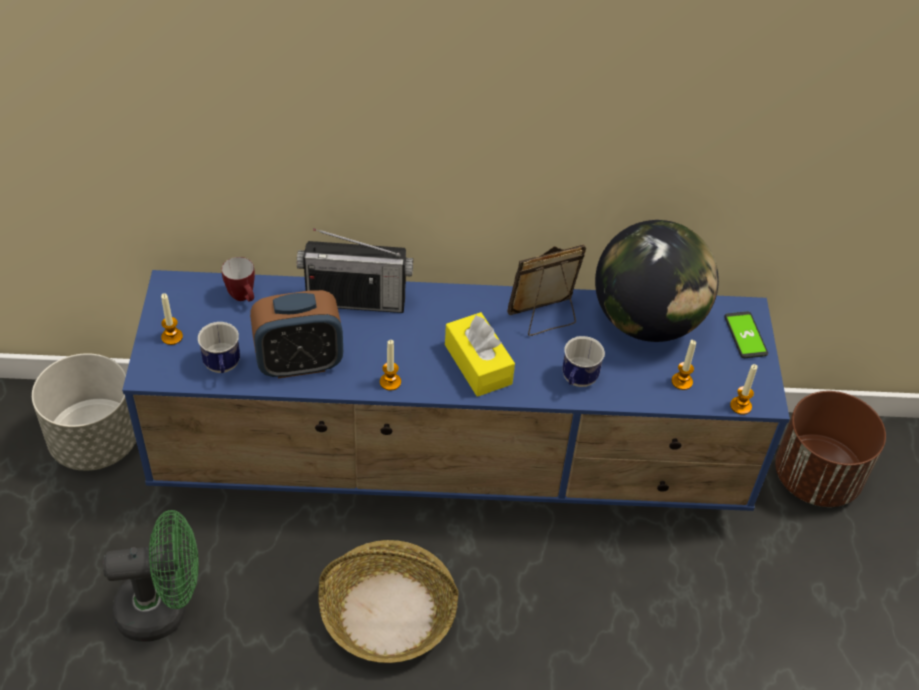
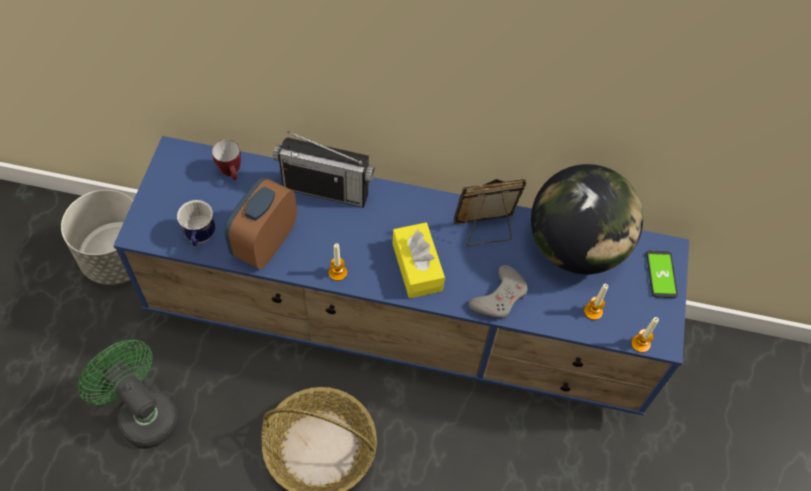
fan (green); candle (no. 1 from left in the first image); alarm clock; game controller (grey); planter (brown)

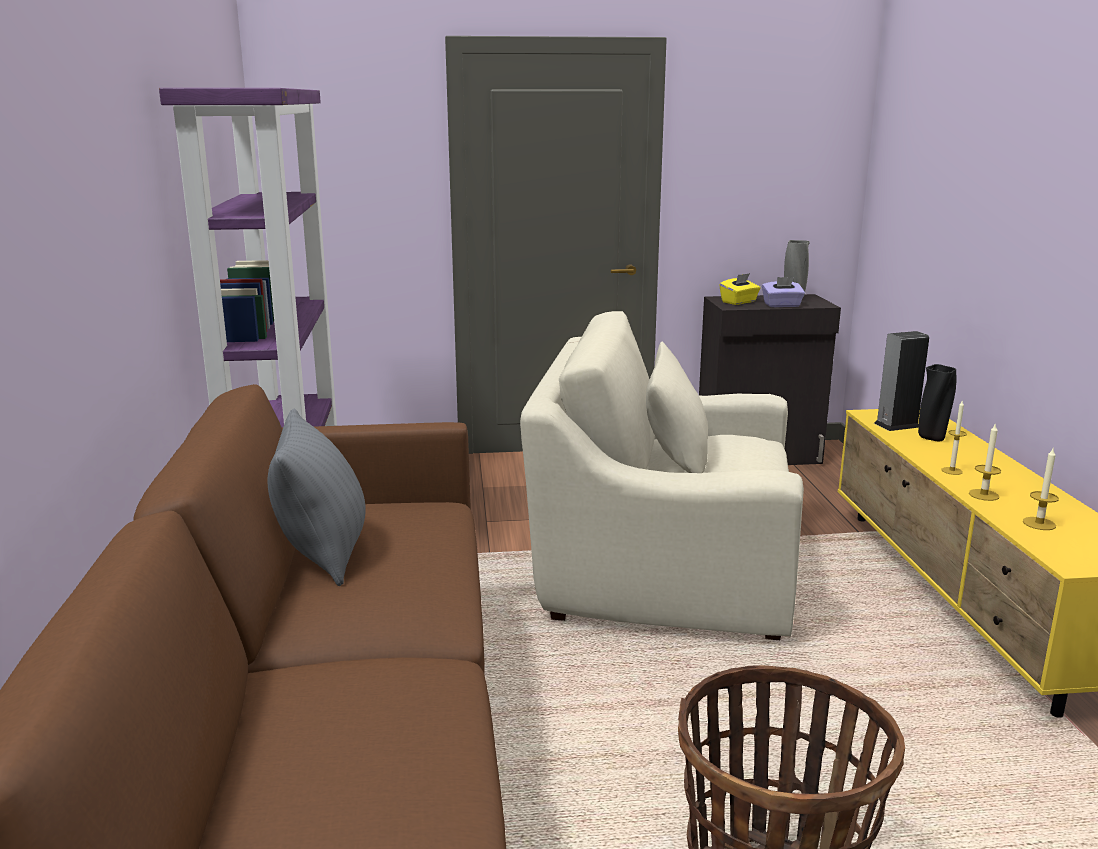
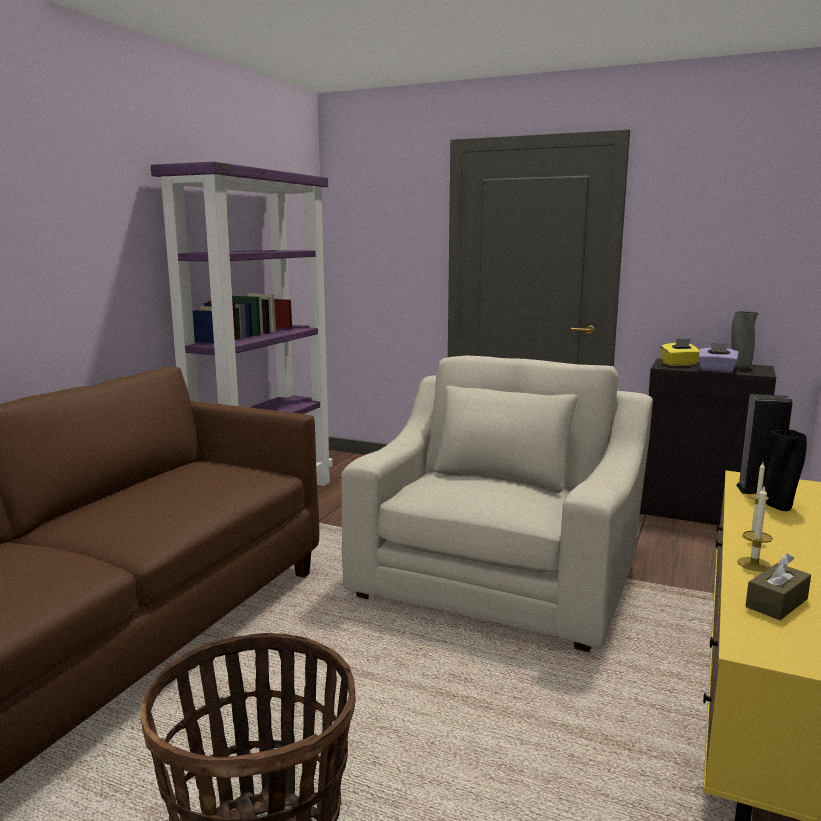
pillow (grey); armchair (beige); tissue box (brown)

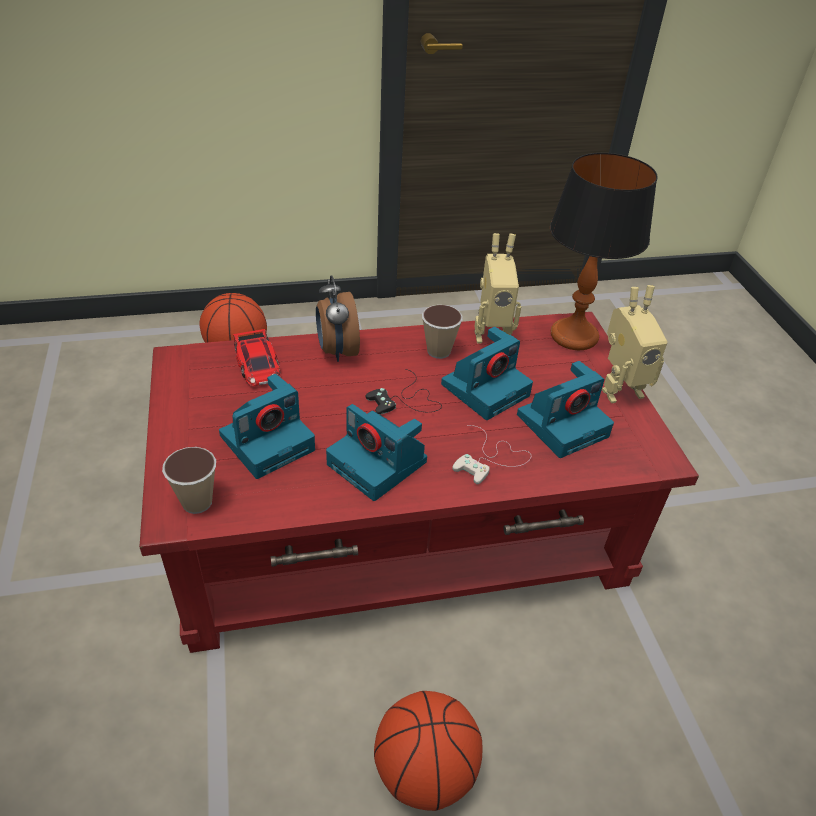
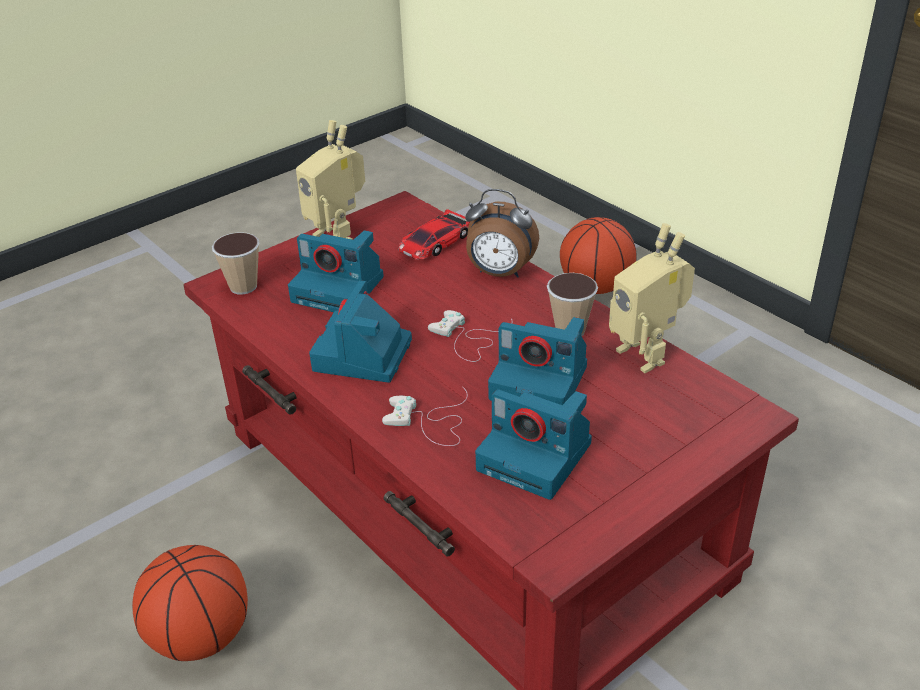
alarm clock; game controller (white) (no. 2 from left); table lamp; toy robot (no. 1 from left)

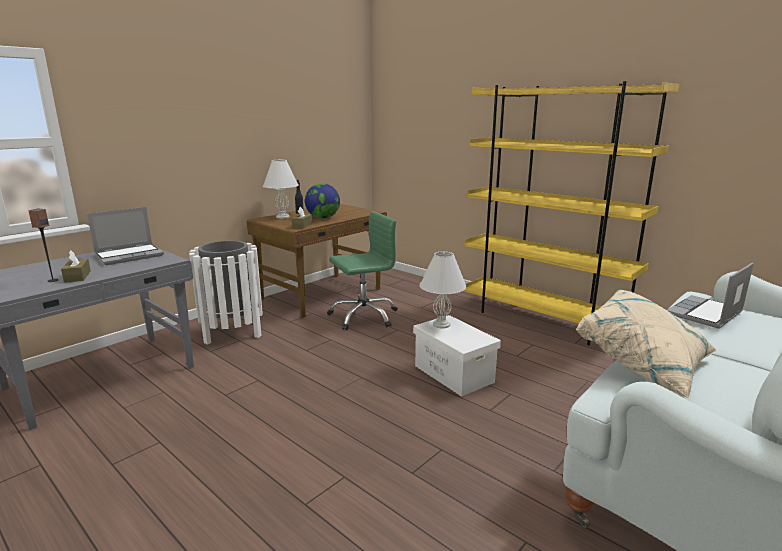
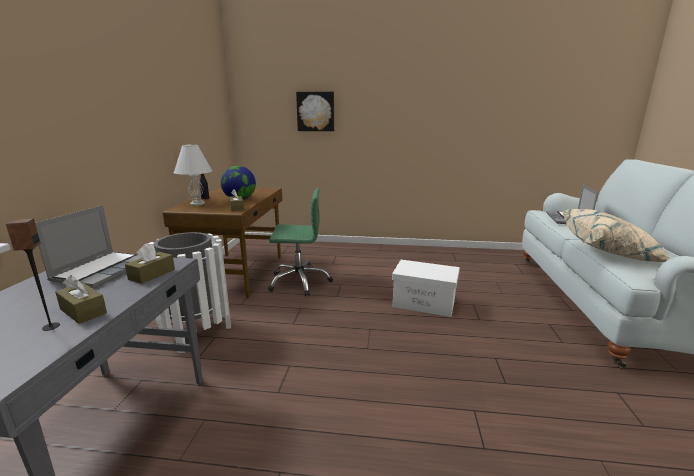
office chair (green); table lamp (white) (no. 2 from left in the first image); bookcase (yellow); tissue box (brown) (no. 2 from left); picture

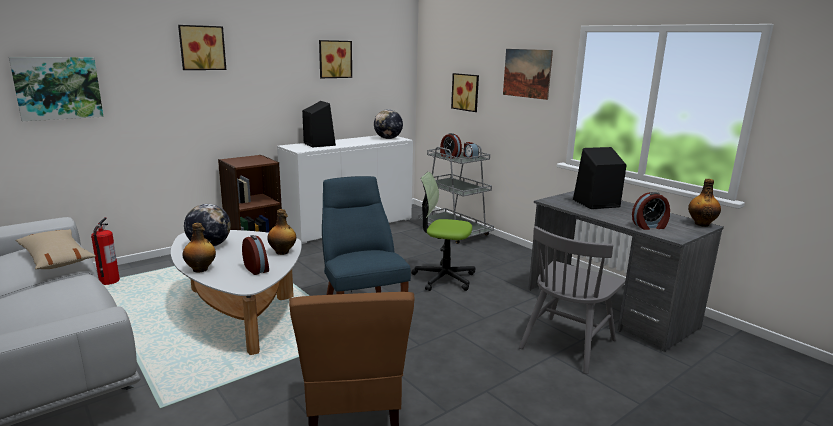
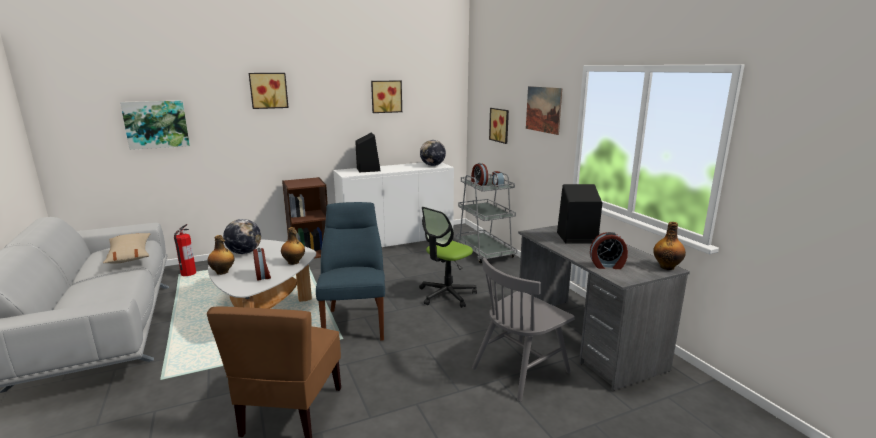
office chair

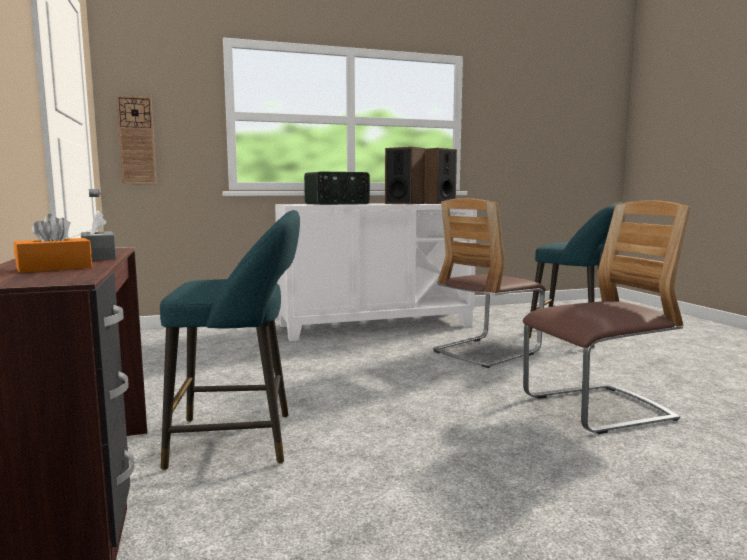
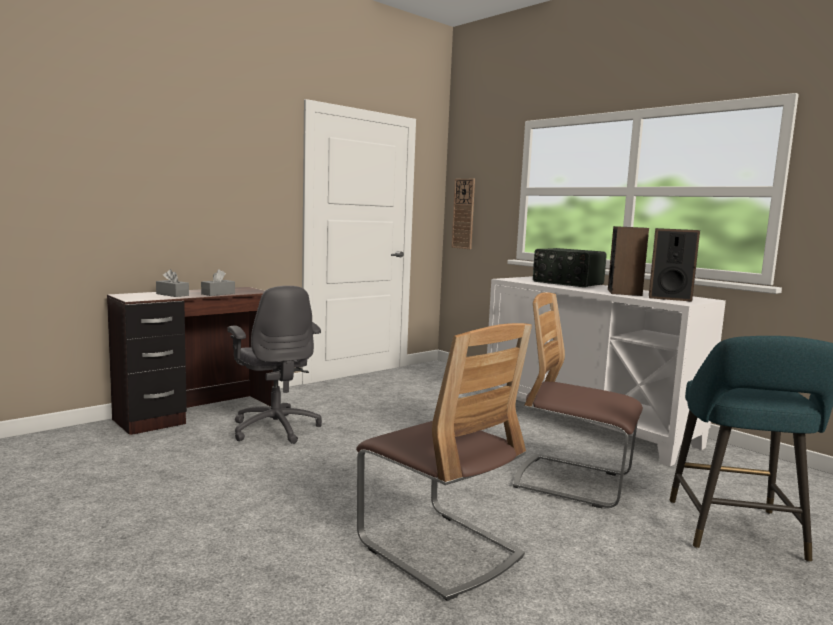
tissue box (grey) (no. 1 from left); office chair (grey)

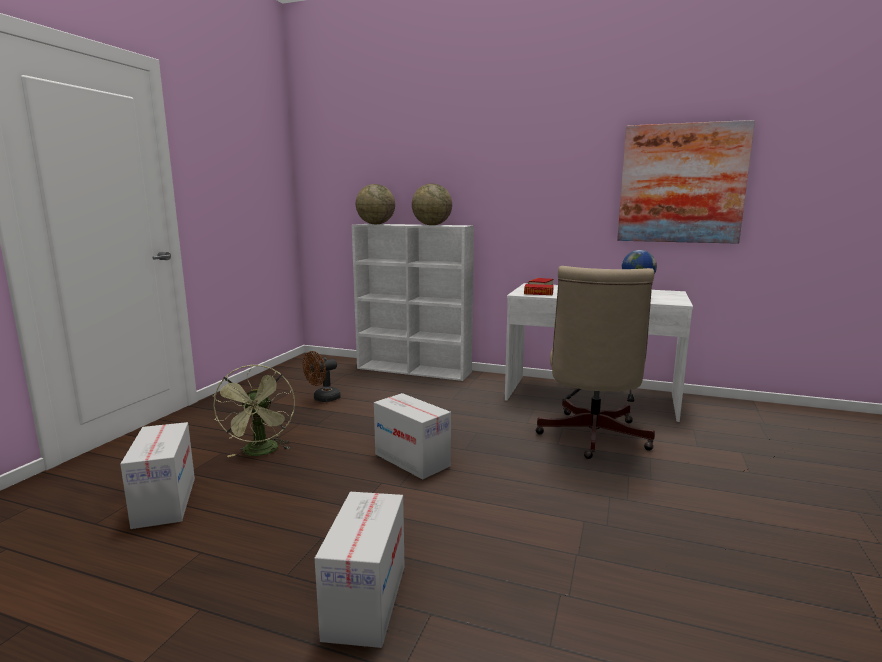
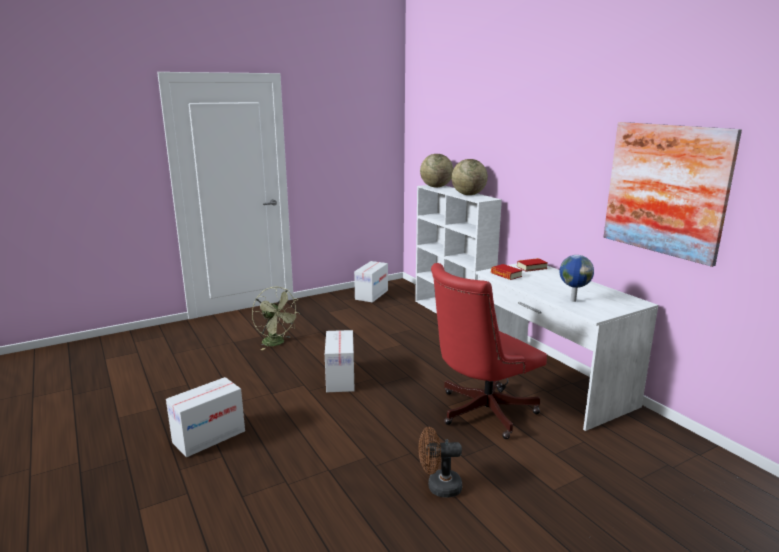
cardboard box (no. 3 from left); fan (green); fan (brown); office chair (red)

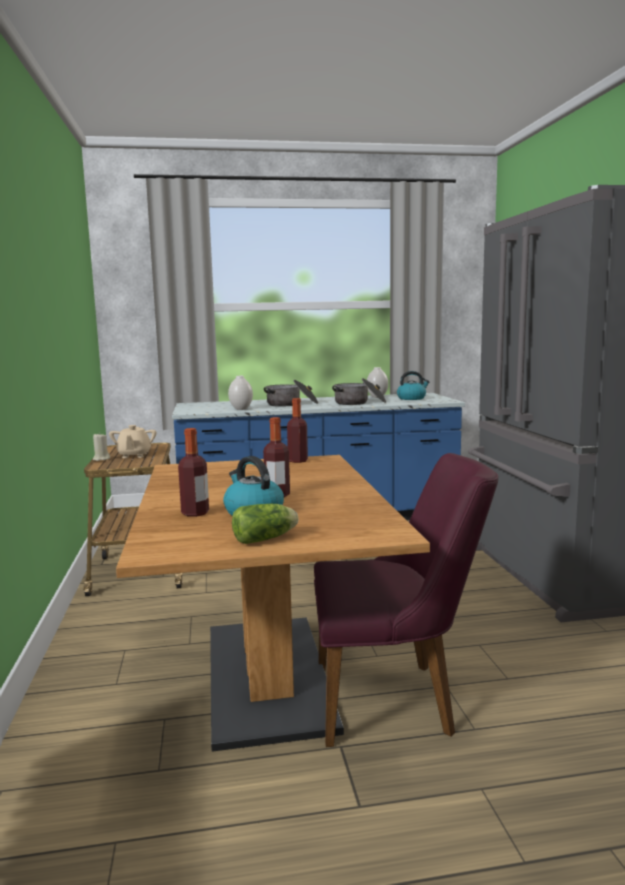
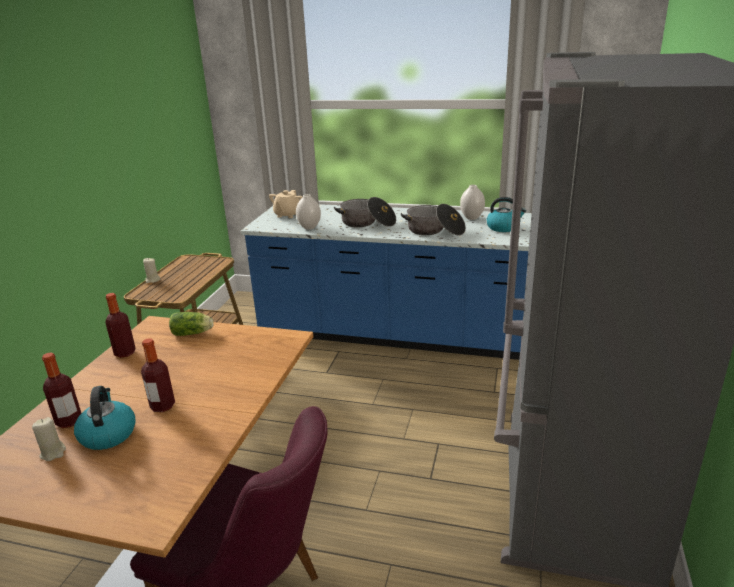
teapot (beige); lettuce; bottle (no. 2 from left); candle (beige) (no. 1 from left)

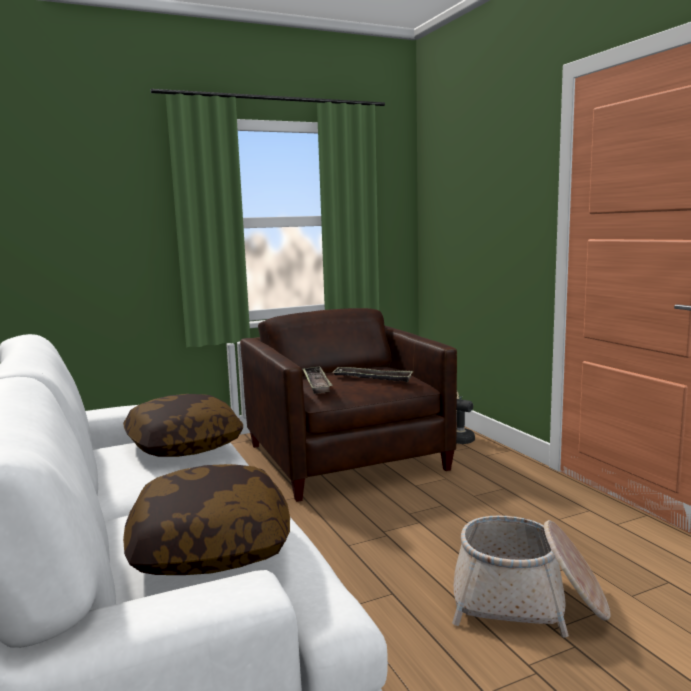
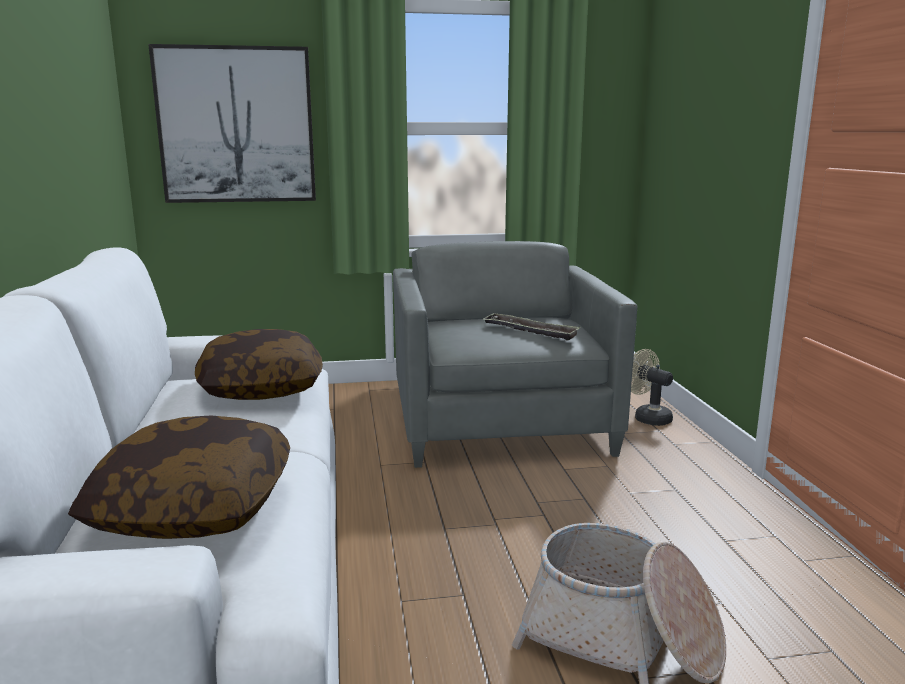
armchair (grey); tray (no. 1 from left in the first image); picture

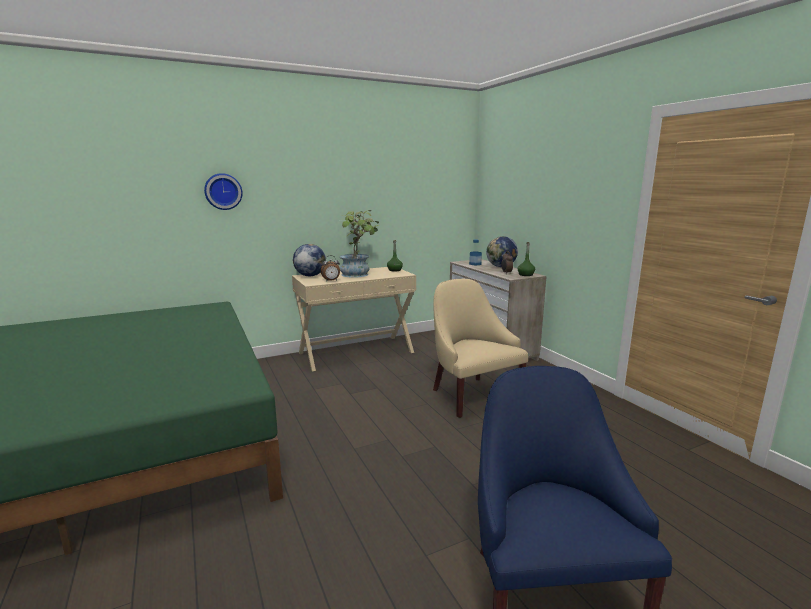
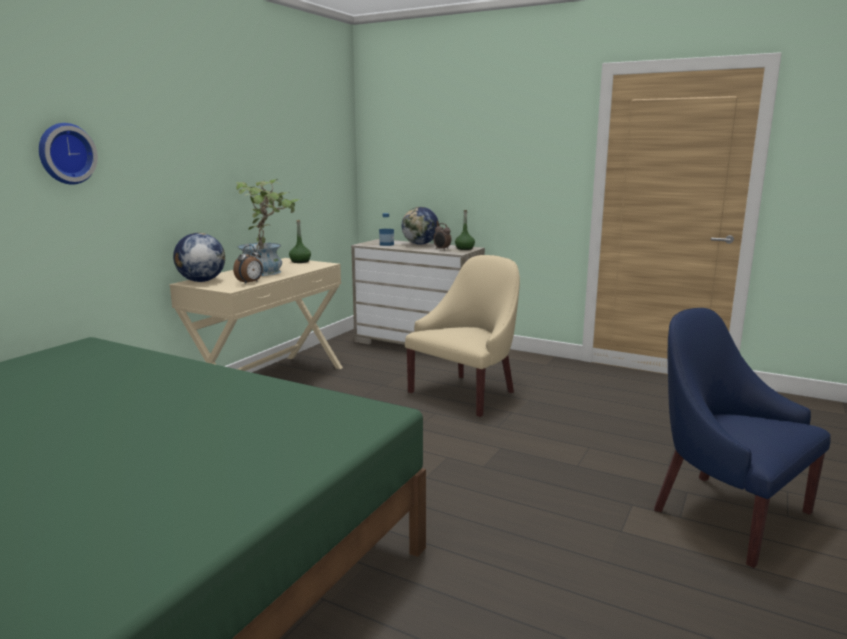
armchair (beige)

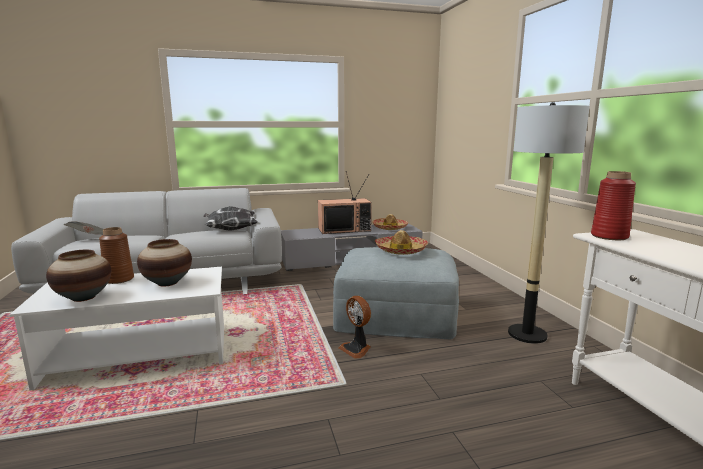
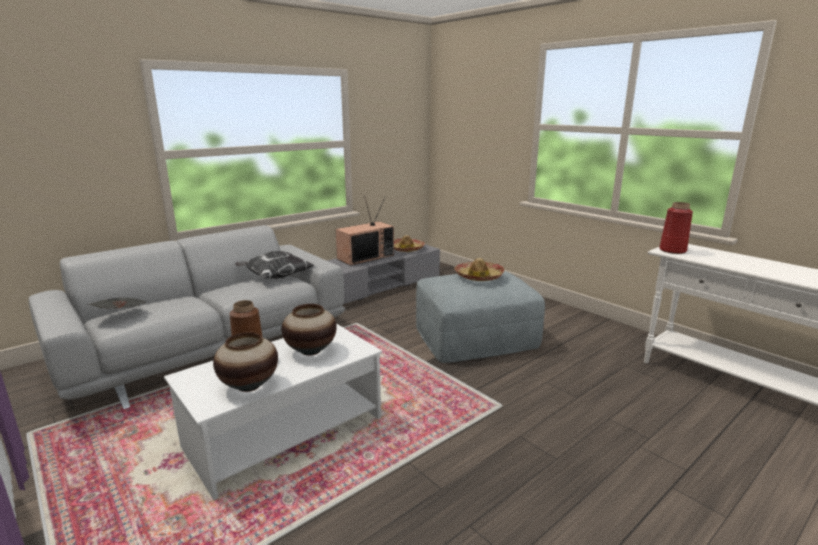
fan; floor lamp

